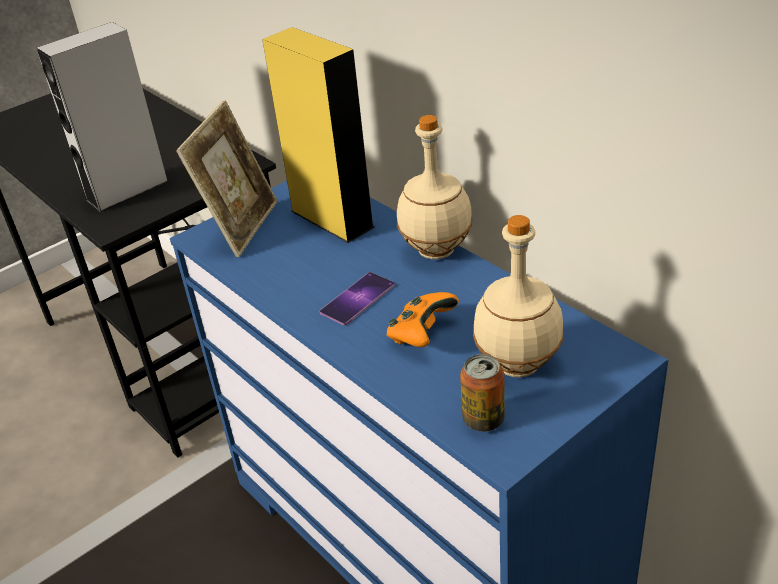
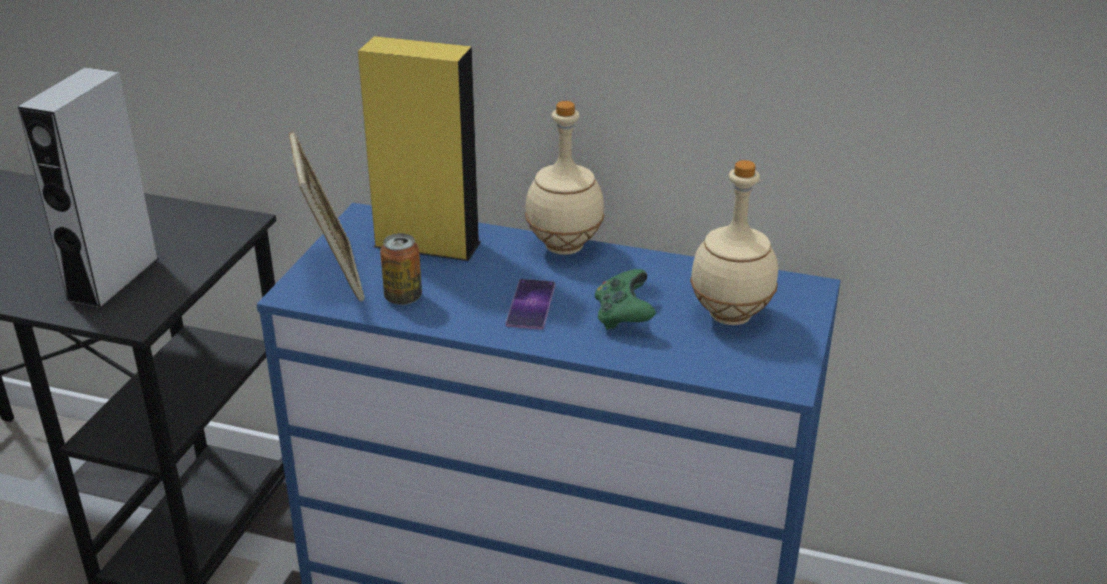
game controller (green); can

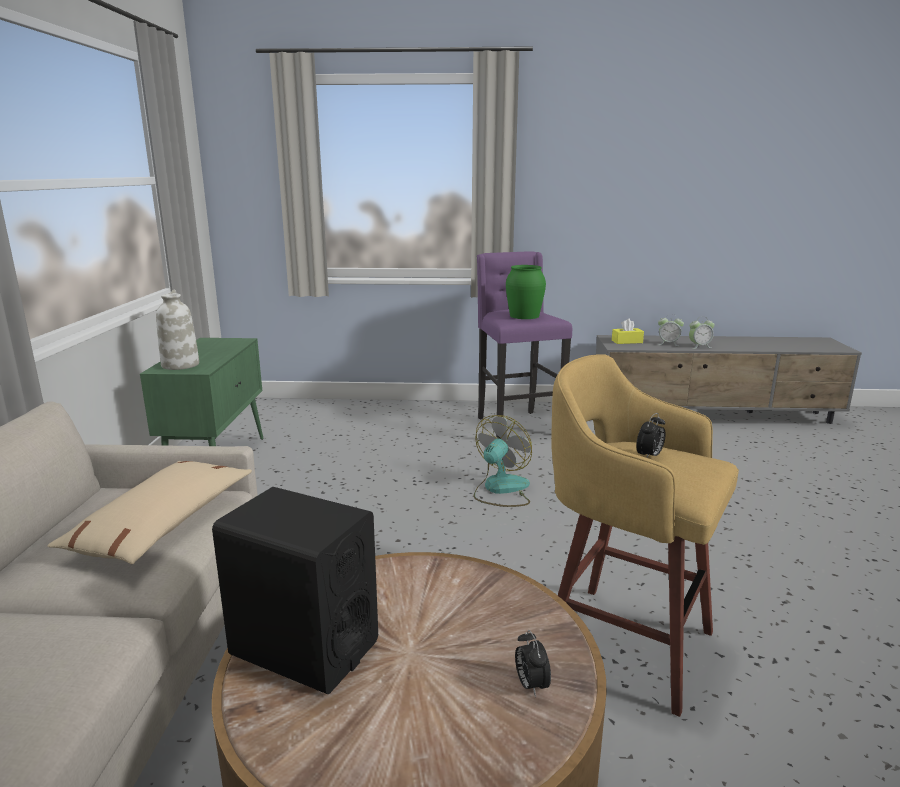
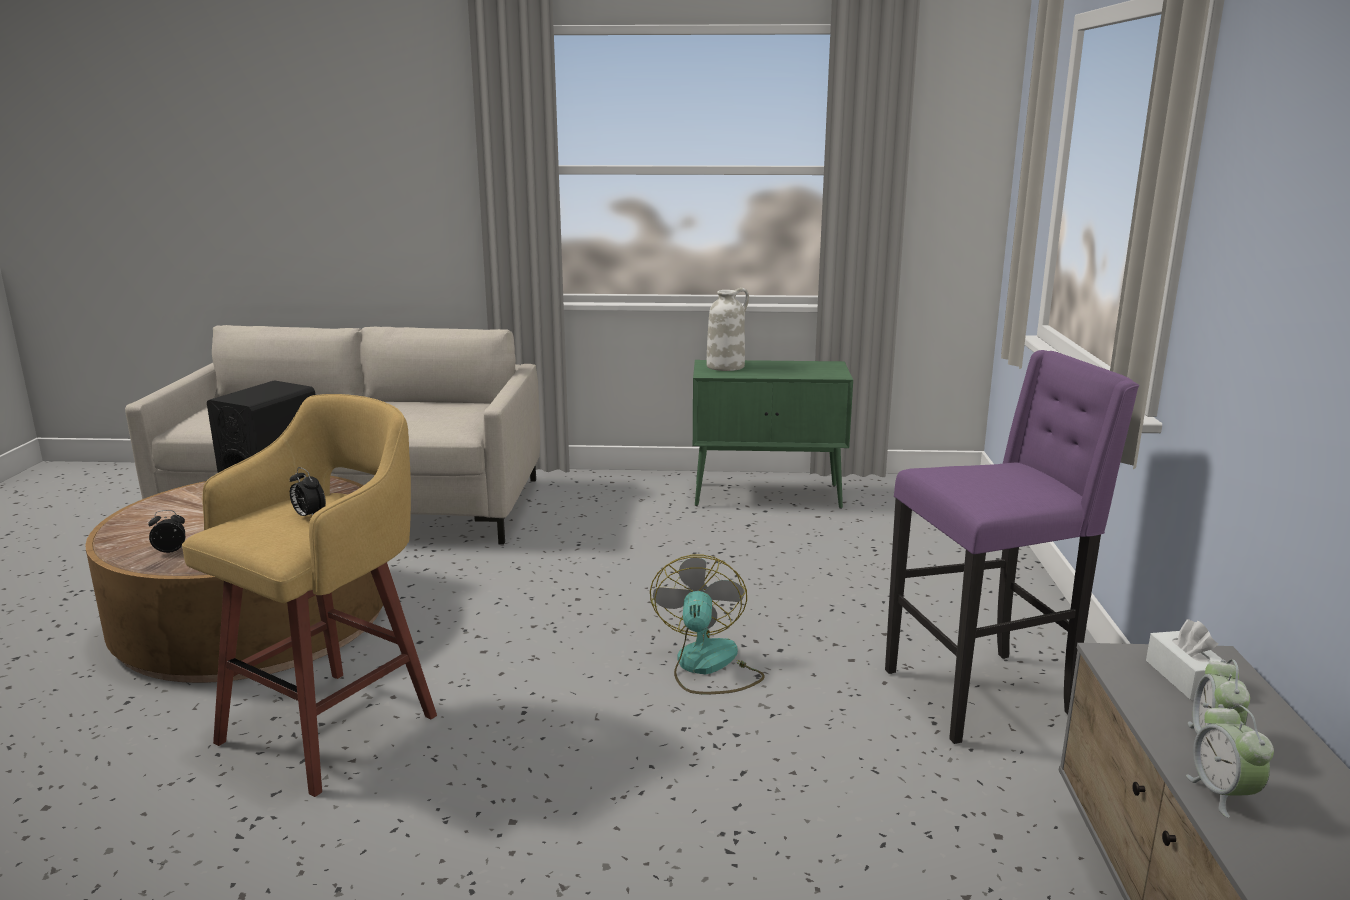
pillow (beige); fan; vase (green); tissue box (white)

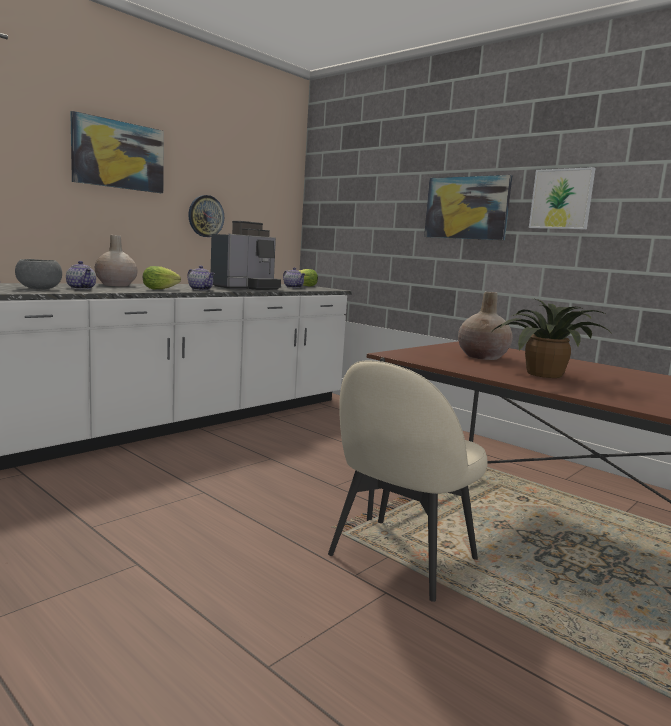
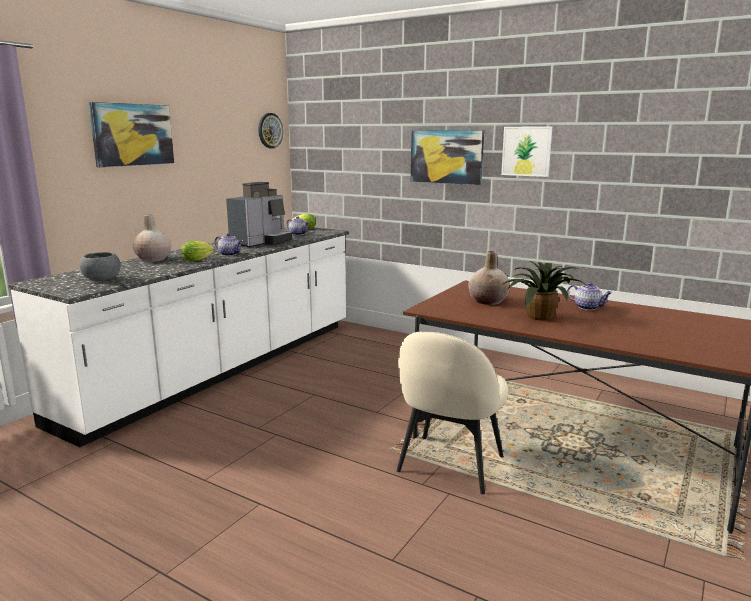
teapot (no. 3 from left); wall clock

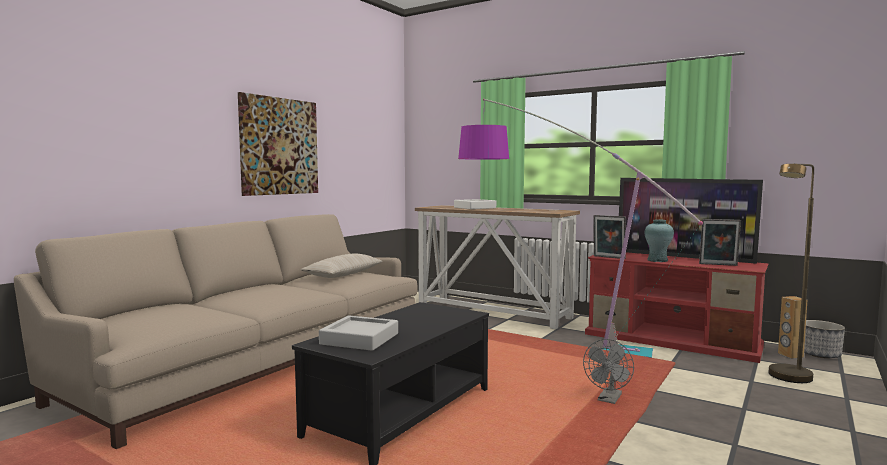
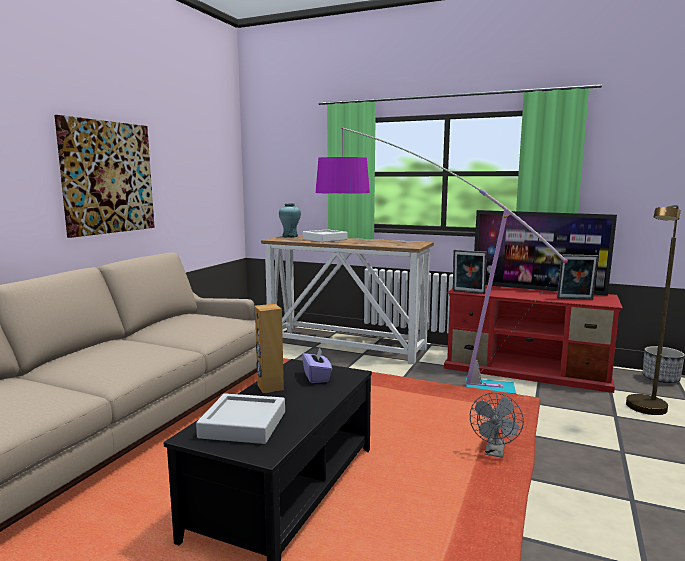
pillow (beige); vase (turquoise); speaker (brown); tissue box (purple)

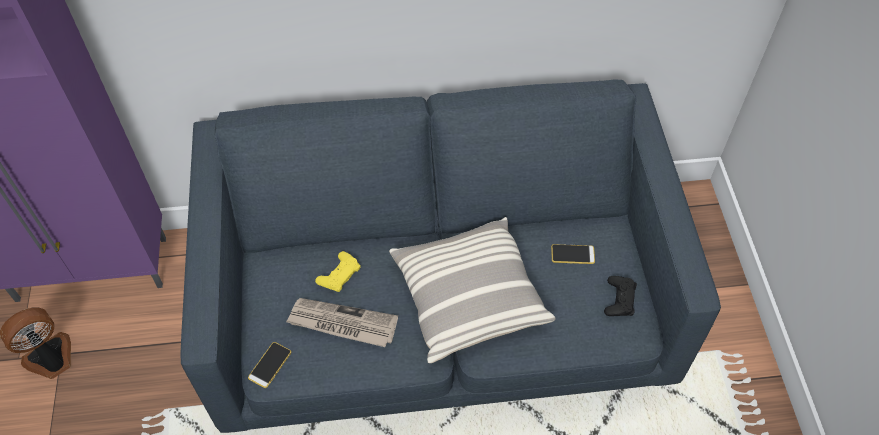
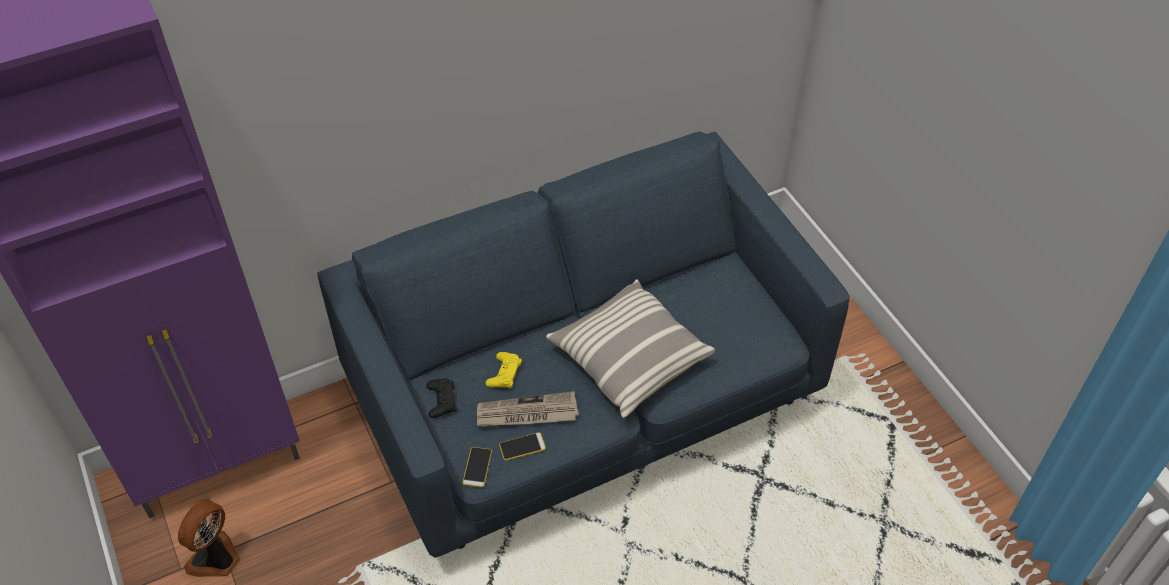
phone (no. 2 from left); game controller (black)

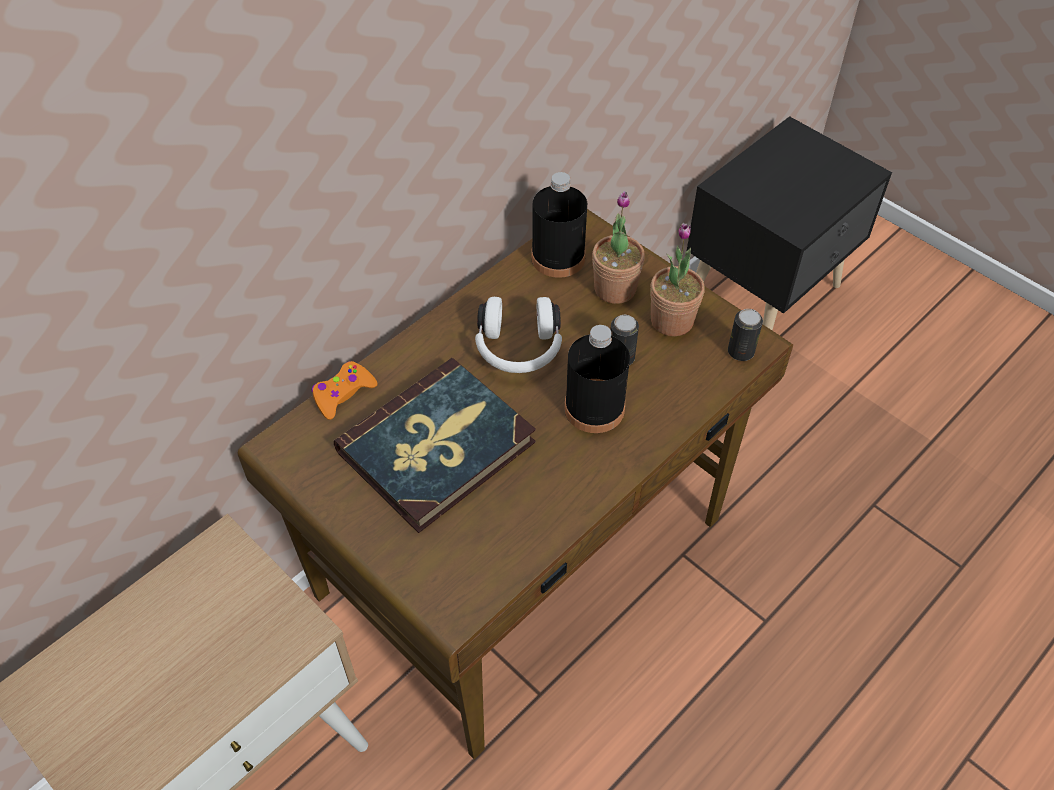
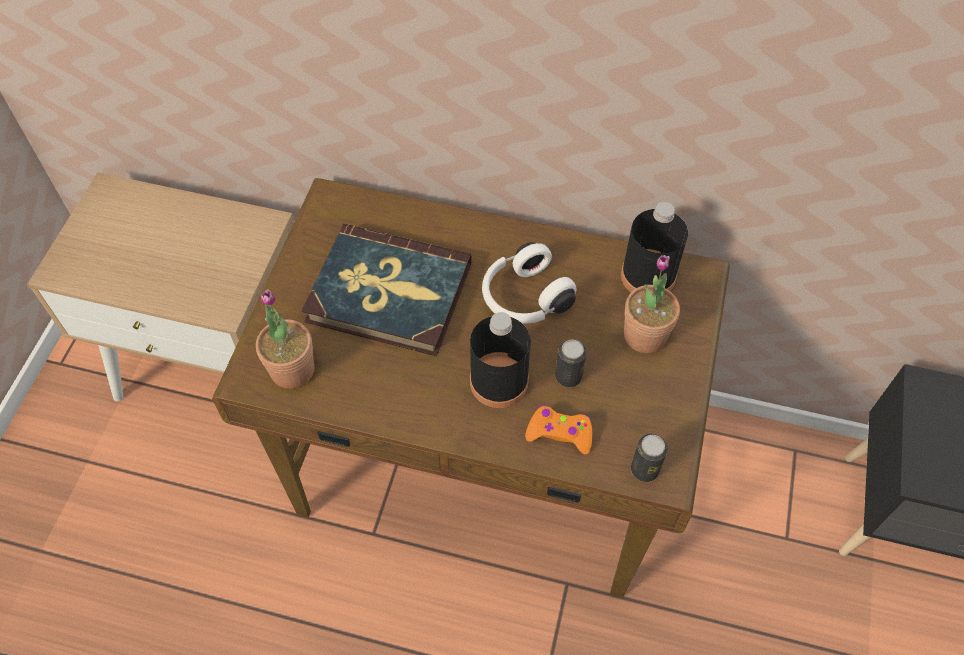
game controller (orange); potted plant (no. 1 from left)

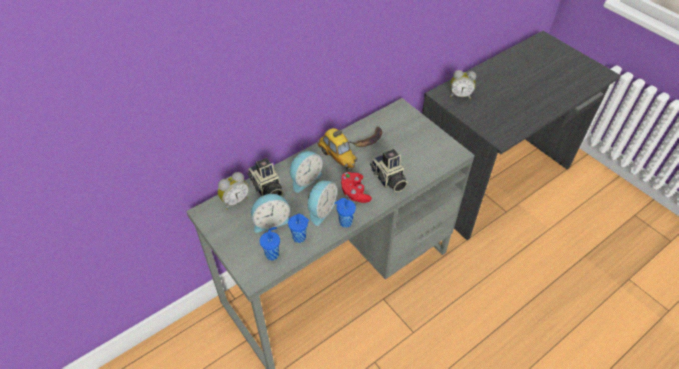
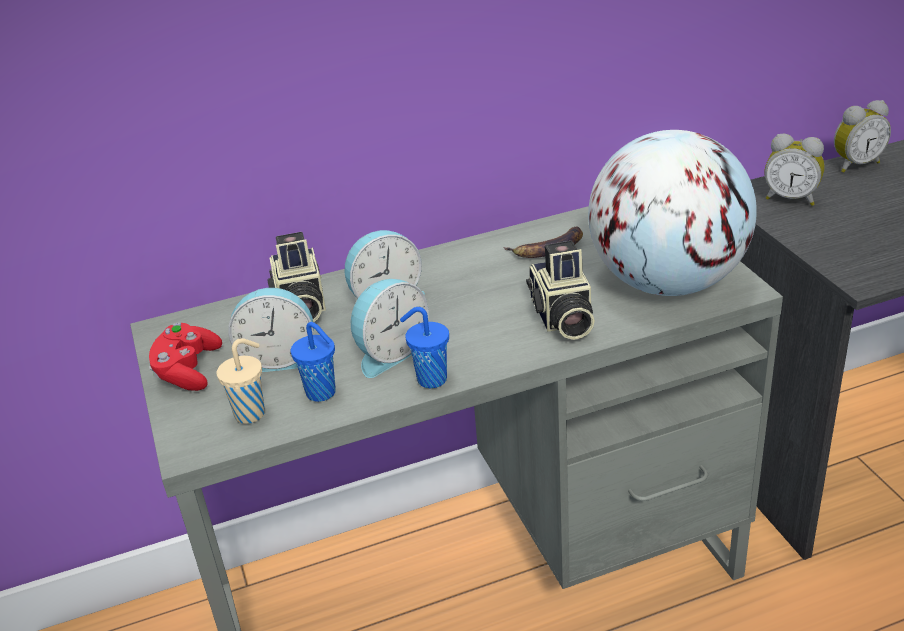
alarm clock (no. 5 from left); cup (beige); toy car; game controller (red); globe

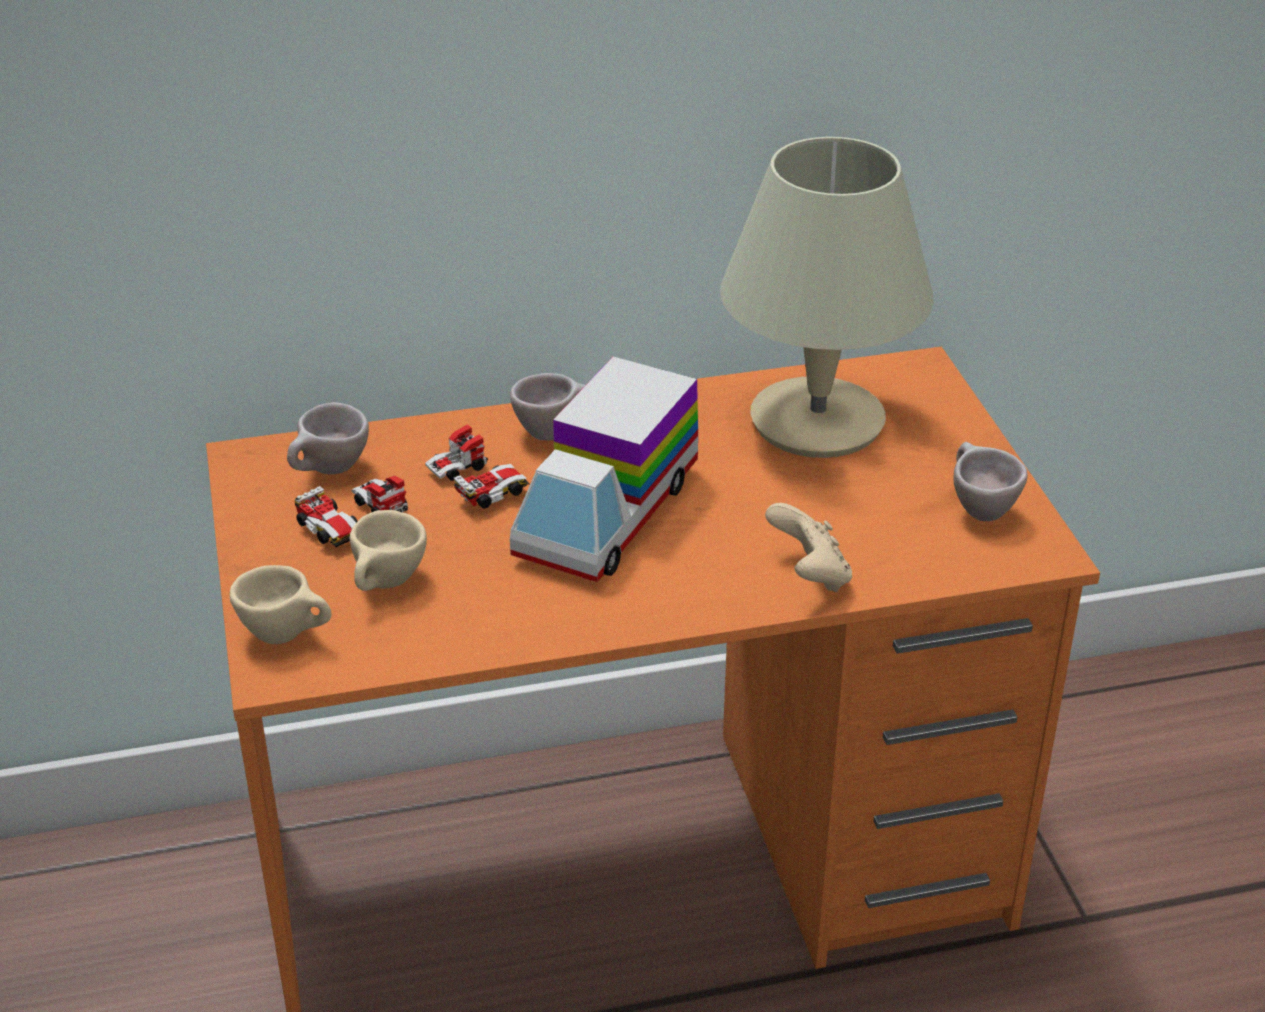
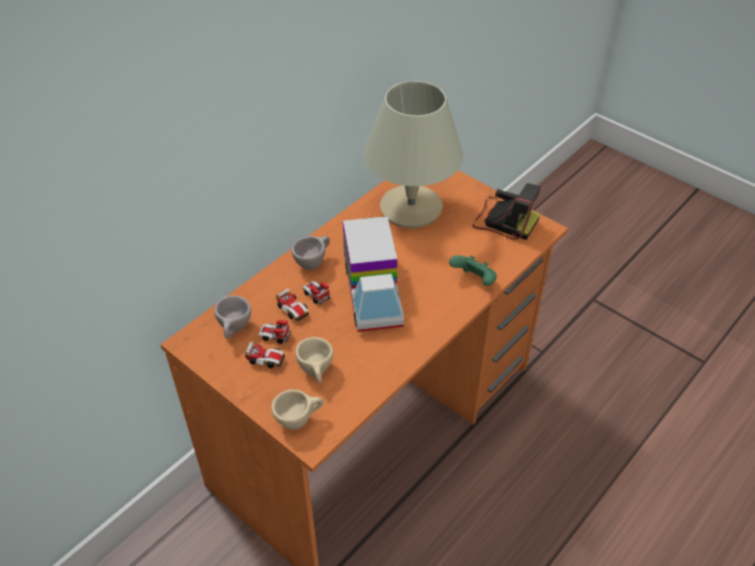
toy car (no. 2 from left); game controller (green); photo camera

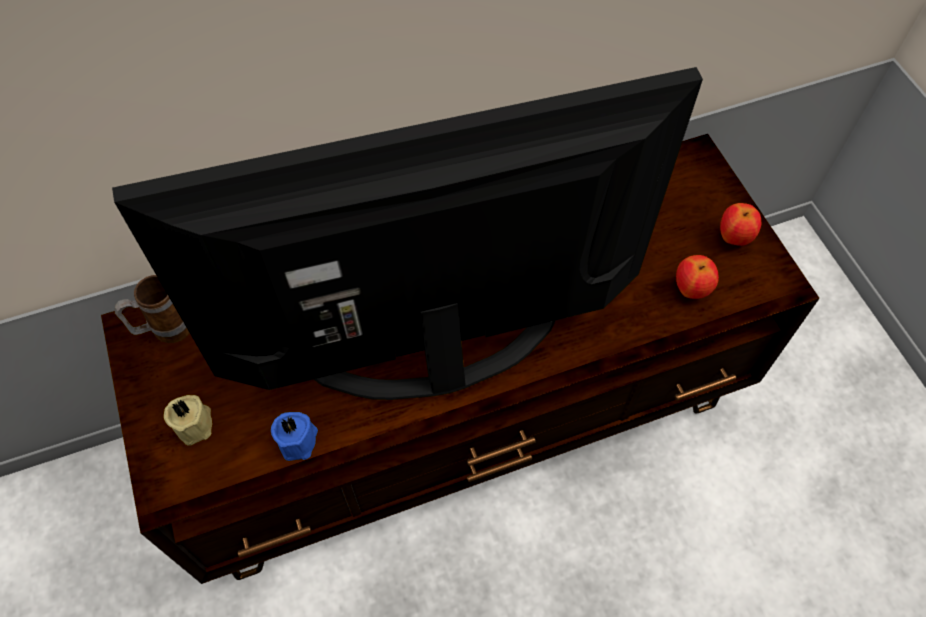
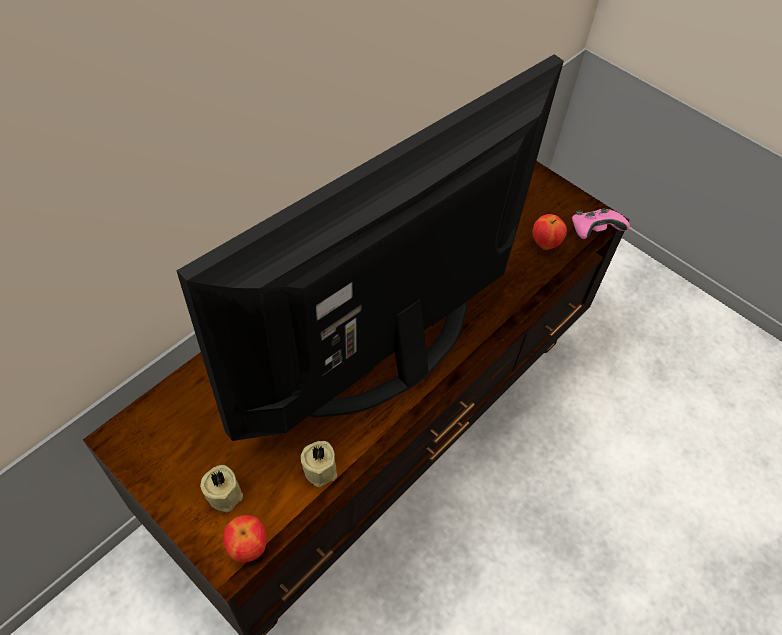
mug; candle (beige) (no. 2 from left); apple (no. 1 from left); game controller (pink)

